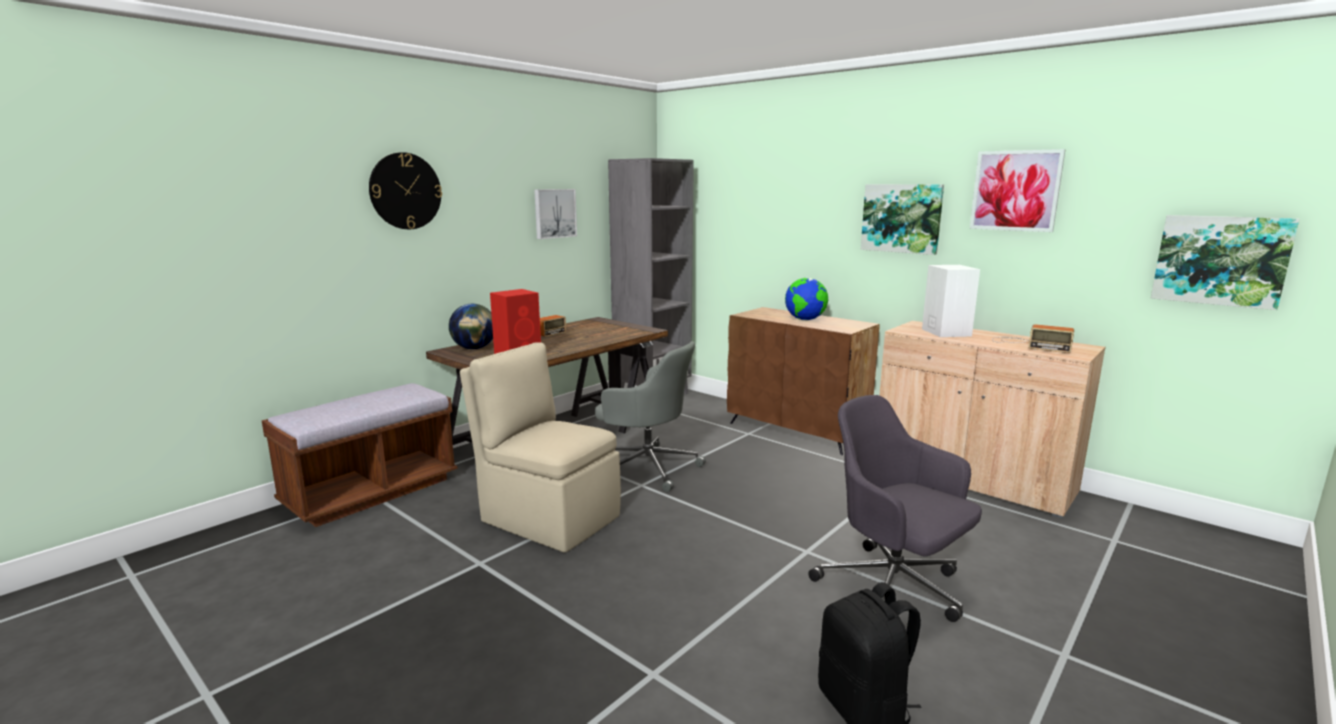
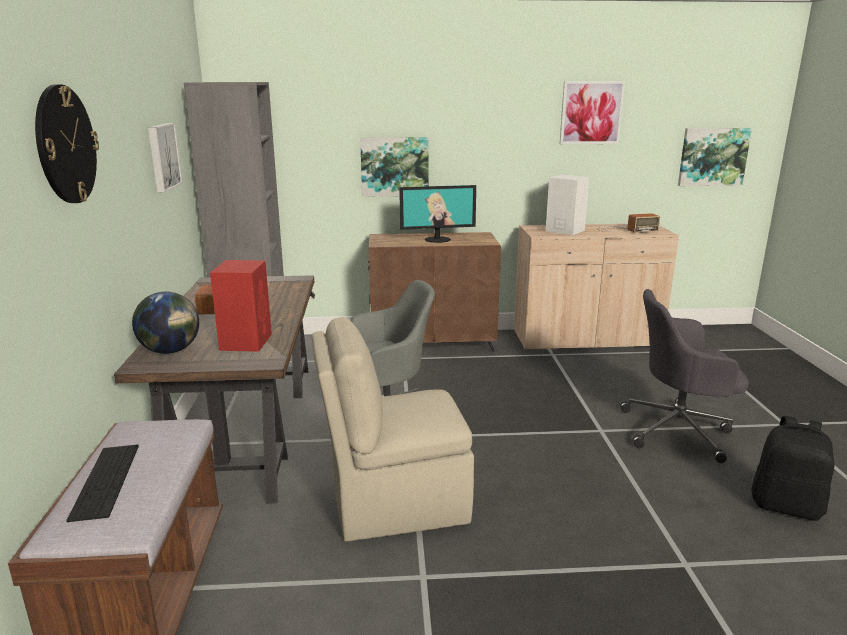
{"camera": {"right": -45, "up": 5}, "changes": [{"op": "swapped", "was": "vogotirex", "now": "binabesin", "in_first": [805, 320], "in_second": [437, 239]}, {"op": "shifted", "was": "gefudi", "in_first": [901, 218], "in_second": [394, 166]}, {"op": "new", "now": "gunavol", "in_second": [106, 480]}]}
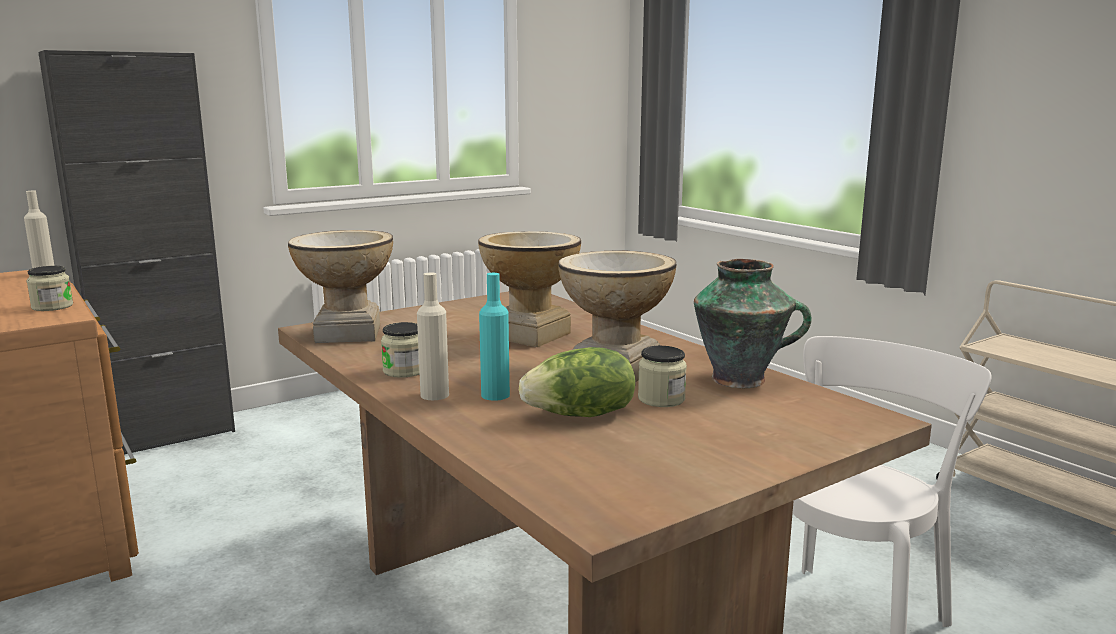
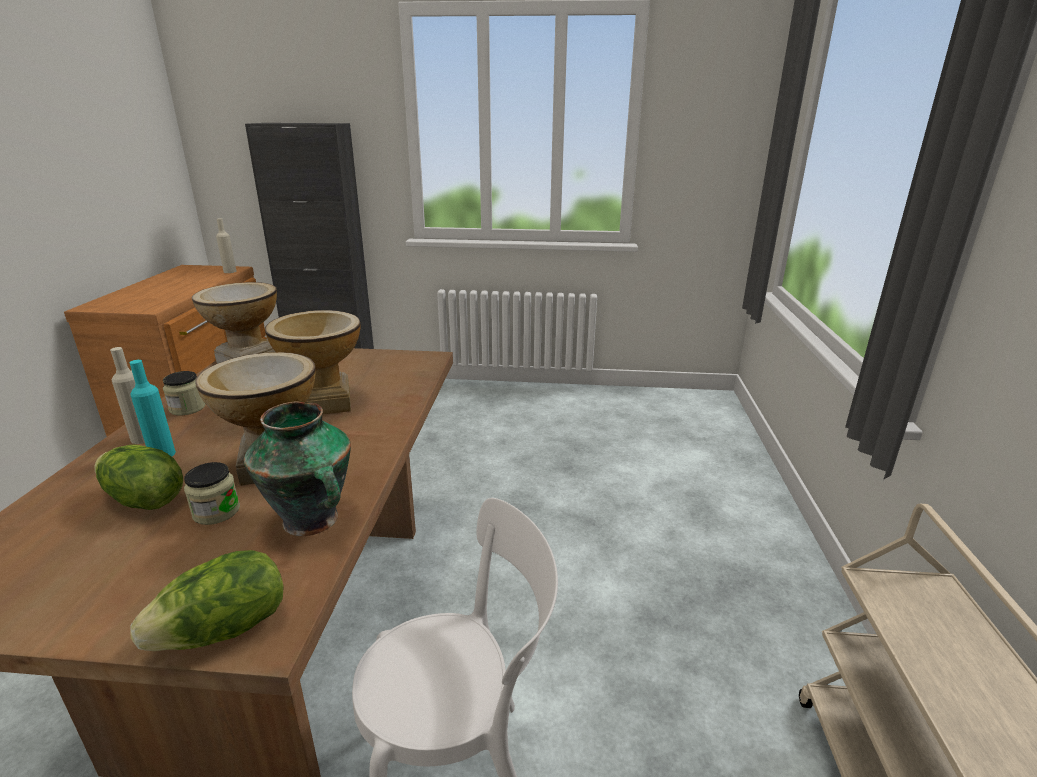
{"camera": {"right": 40, "up": 10}, "changes": [{"op": "gone", "was": "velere", "in_first": [52, 306]}, {"op": "new", "now": "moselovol", "in_second": [224, 631]}]}
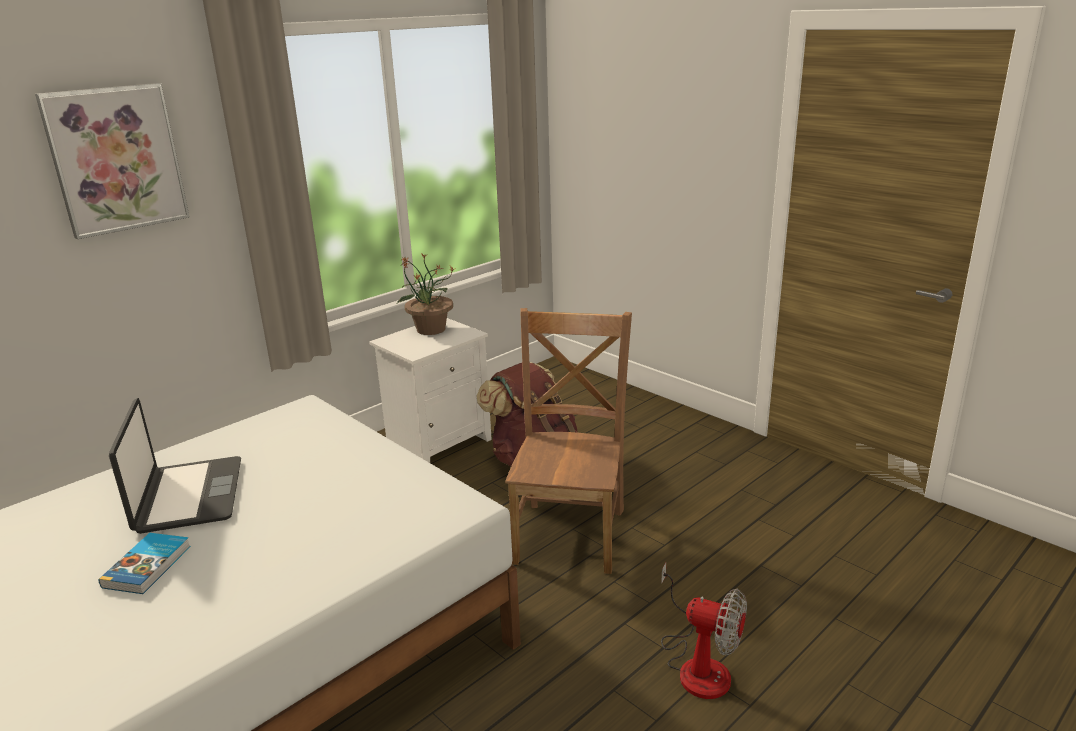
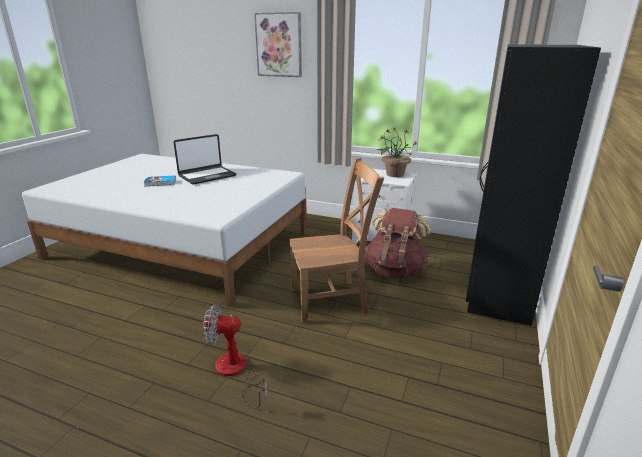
{"camera": {"right": 65, "up": 0}, "changes": [{"op": "rotated", "was": "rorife", "in_first": [698, 664], "in_second": [236, 372], "clockwise": 90}, {"op": "new", "now": "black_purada", "in_second": [497, 291]}]}
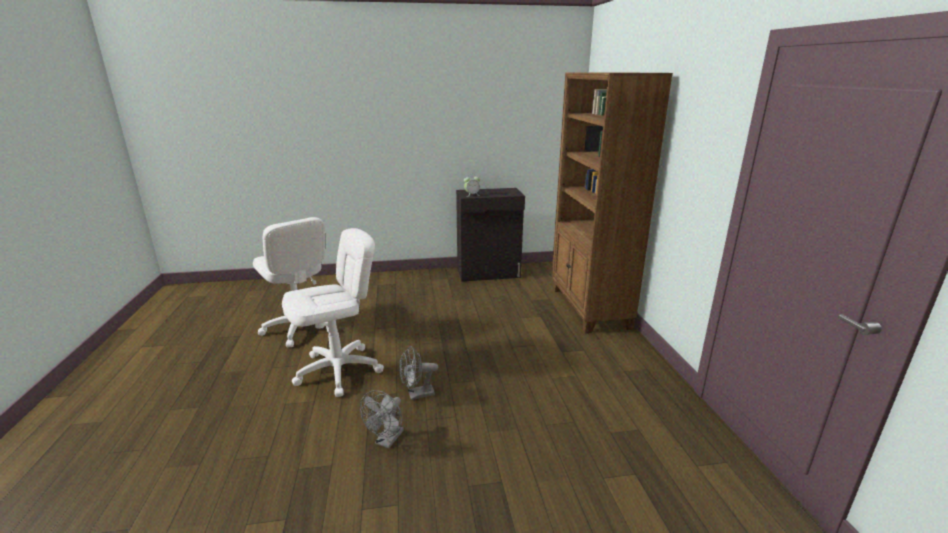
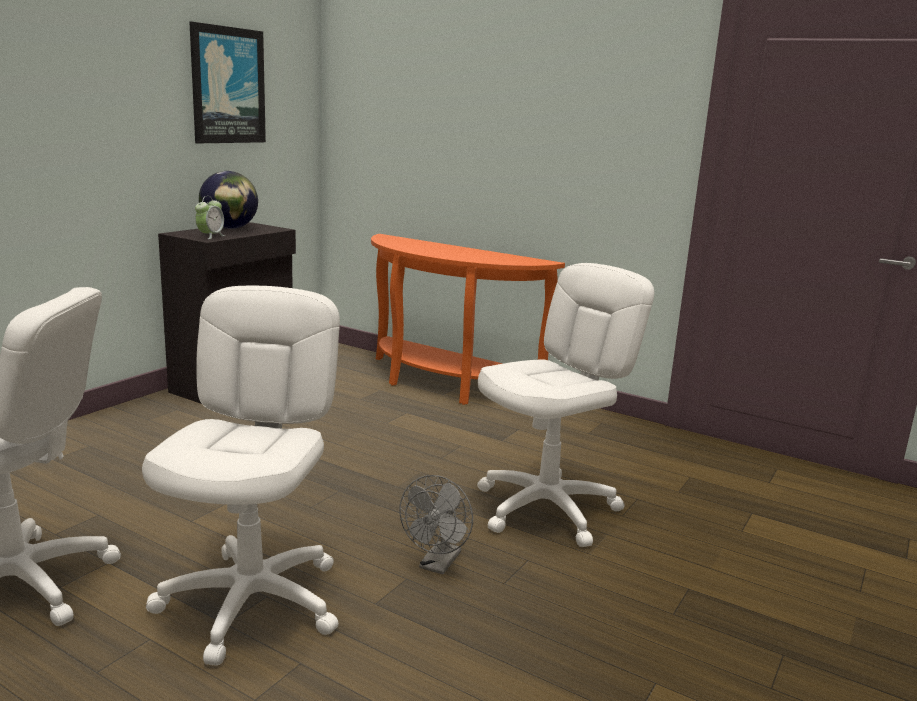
{"camera": {"right": -50, "up": -5}, "changes": [{"op": "gone", "was": "grey_rorife", "in_first": [387, 441]}, {"op": "swapped", "was": "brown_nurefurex", "now": "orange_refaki", "in_first": [589, 308], "in_second": [443, 385]}, {"op": "new", "now": "gefudi", "in_second": [227, 85]}, {"op": "new", "now": "vogotirex", "in_second": [229, 228]}, {"op": "new", "now": "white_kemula", "in_second": [547, 509]}]}
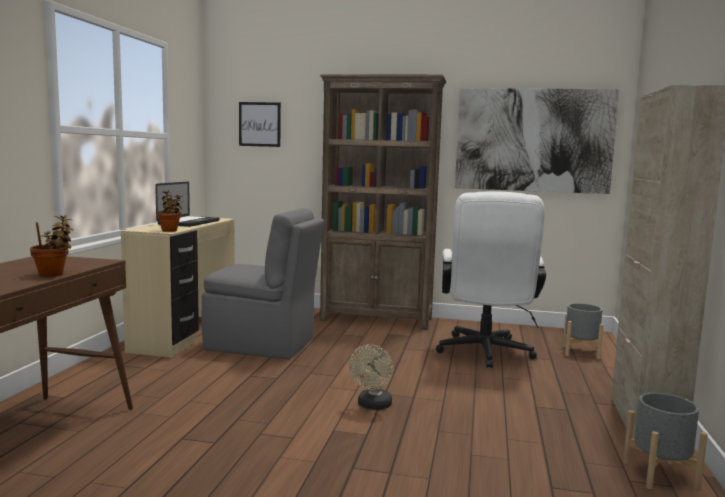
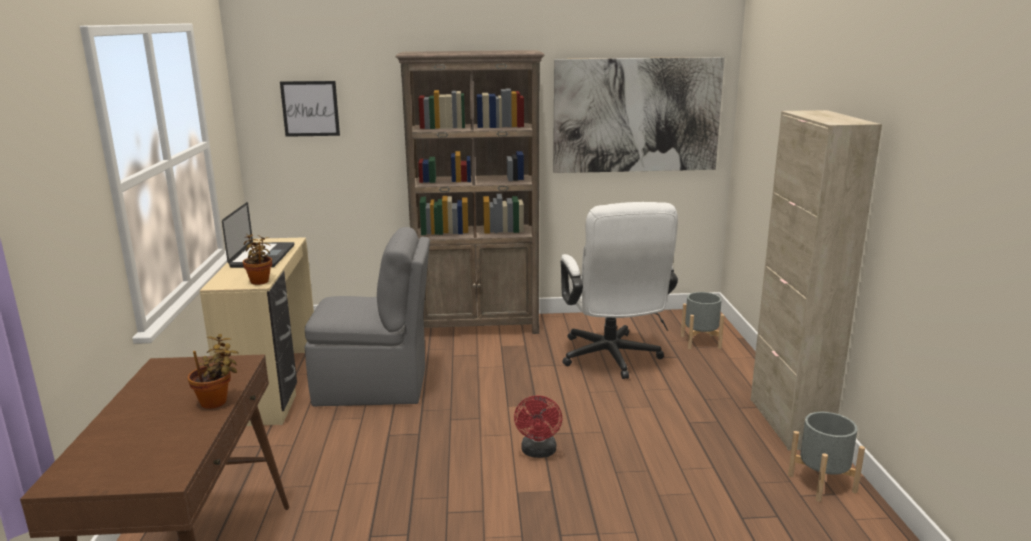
{"camera": {"right": -15, "up": 10}, "changes": [{"op": "repainted", "was": "beige_rorife", "now": "red_rorife", "in_first": [373, 406], "in_second": [538, 452]}]}
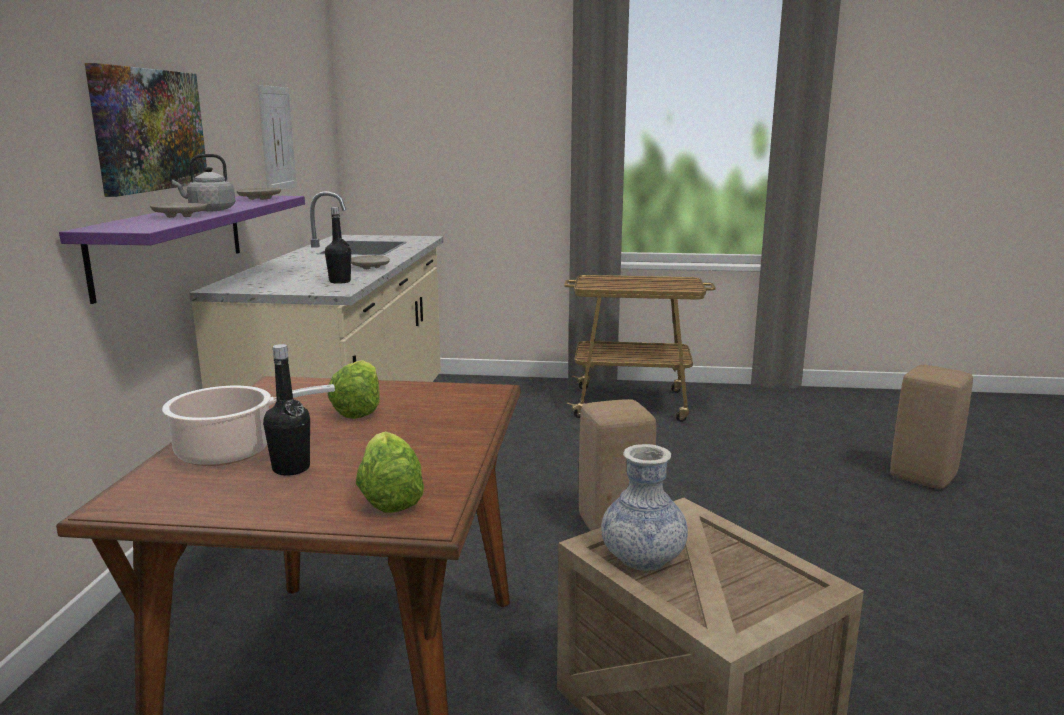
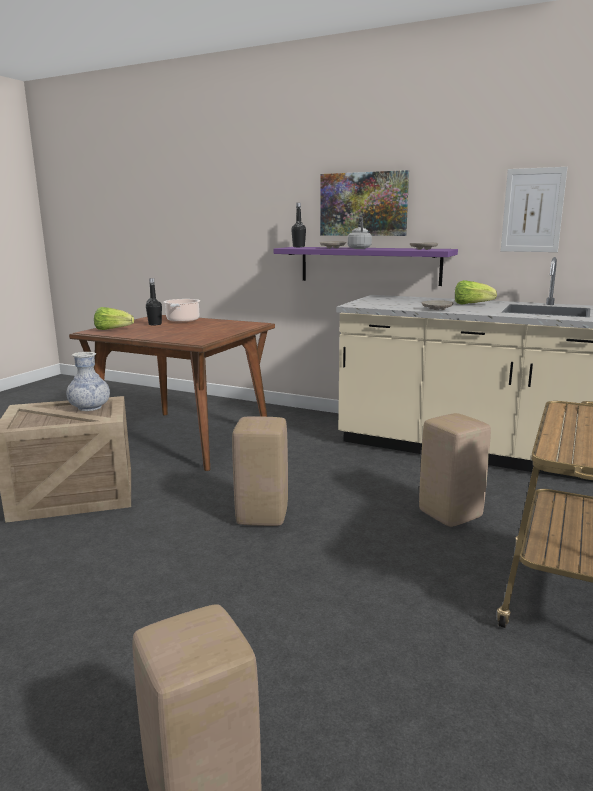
{"camera": {"right": 110, "up": 0}, "changes": [{"op": "shifted", "was": "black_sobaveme", "in_first": [340, 281], "in_second": [298, 247]}, {"op": "shifted", "was": "moselovol", "in_first": [358, 409], "in_second": [471, 304]}, {"op": "new", "now": "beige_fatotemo", "in_second": [451, 515]}]}
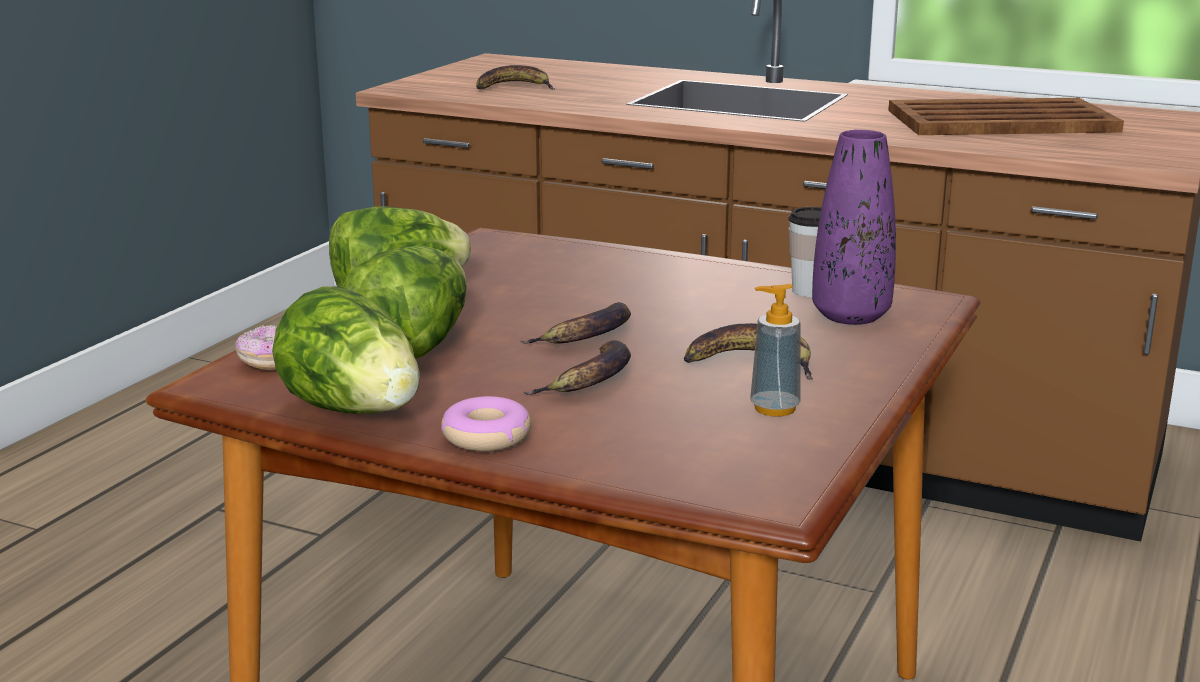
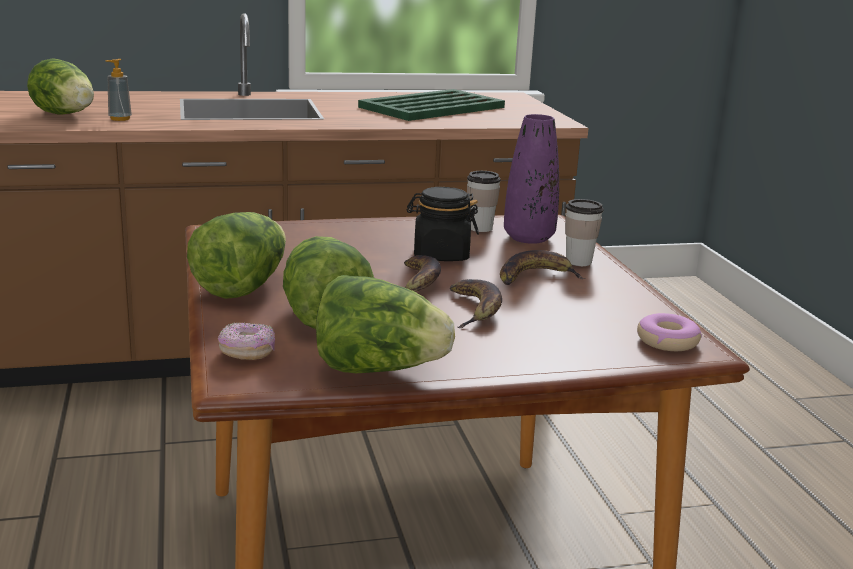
{"camera": {"right": -40, "up": 0}, "changes": [{"op": "shifted", "was": "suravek", "in_first": [487, 437], "in_second": [667, 341]}, {"op": "swapped", "was": "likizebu", "now": "moselovol", "in_first": [514, 87], "in_second": [66, 115]}, {"op": "shifted", "was": "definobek", "in_first": [774, 408], "in_second": [120, 119]}, {"op": "repainted", "was": "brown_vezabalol", "now": "green_vezabalol", "in_first": [1003, 121], "in_second": [433, 107]}, {"op": "new", "now": "black_velere", "in_second": [441, 255]}, {"op": "new", "now": "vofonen", "in_second": [578, 262]}]}
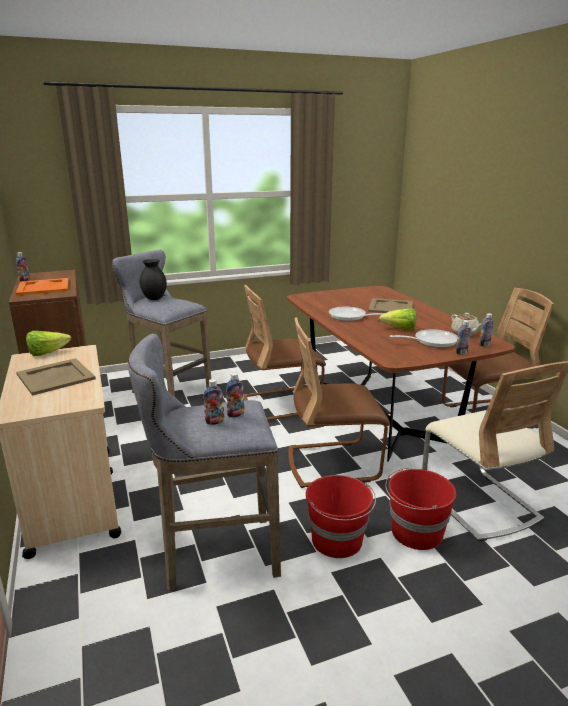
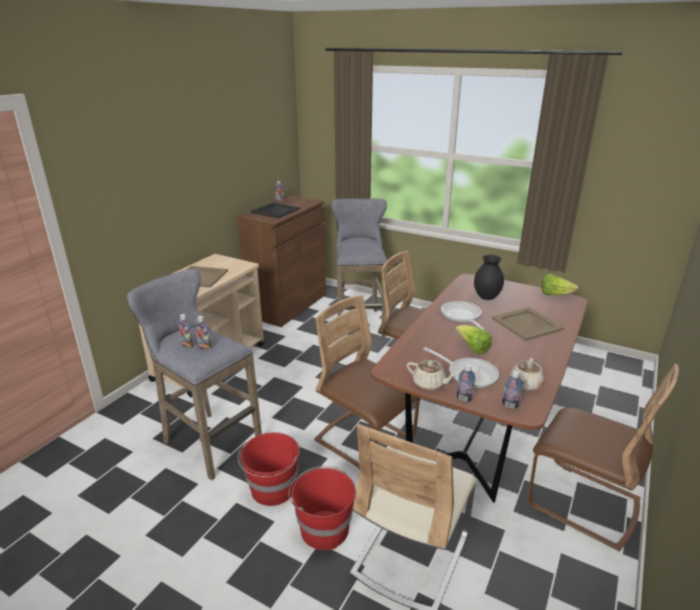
{"camera": {"right": 50, "up": 5}, "changes": [{"op": "repainted", "was": "orange_vezabalol", "now": "black_vezabalol", "in_first": [44, 287], "in_second": [275, 210]}, {"op": "shifted", "was": "moselovol", "in_first": [47, 353], "in_second": [554, 294]}, {"op": "shifted", "was": "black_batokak", "in_first": [154, 299], "in_second": [486, 297]}, {"op": "new", "now": "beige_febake", "in_second": [429, 383]}]}
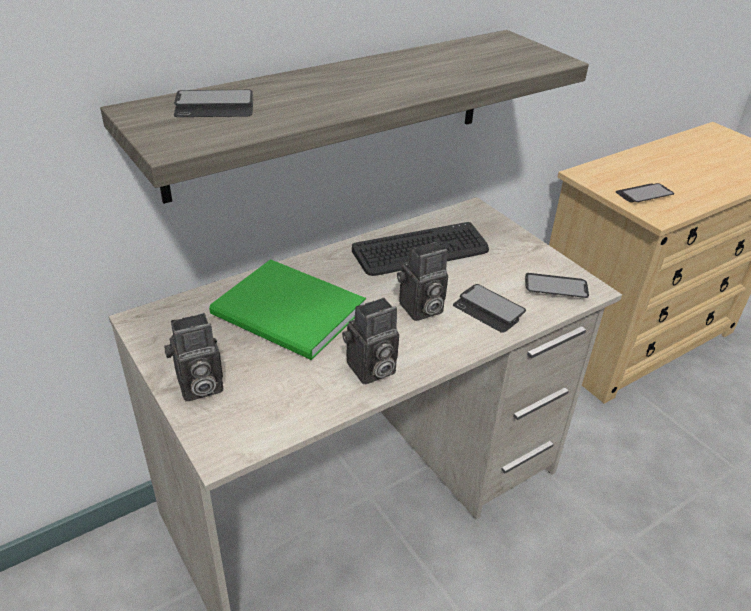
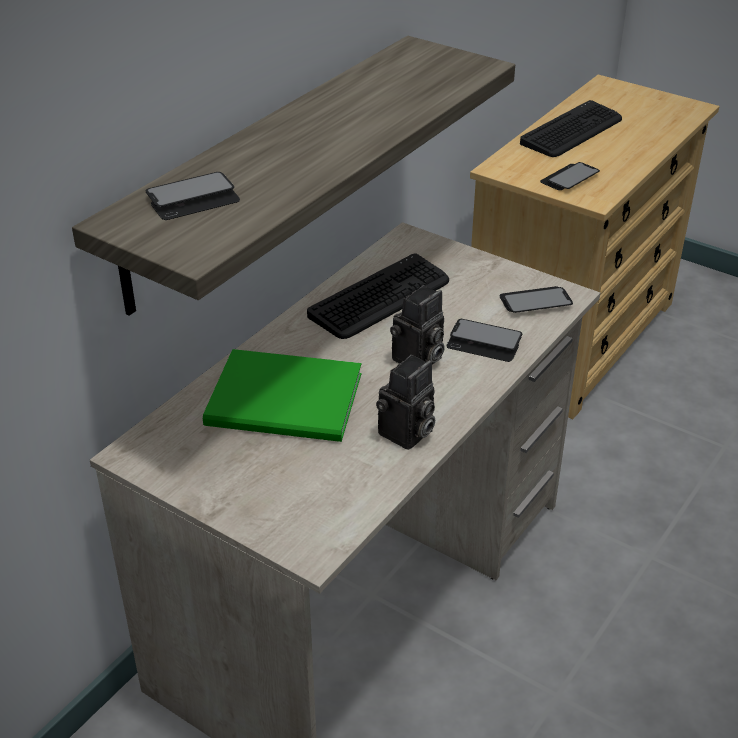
{"camera": {"right": -20, "up": 0}, "changes": [{"op": "gone", "was": "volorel", "in_first": [198, 387]}, {"op": "new", "now": "gunavol", "in_second": [572, 131]}]}
